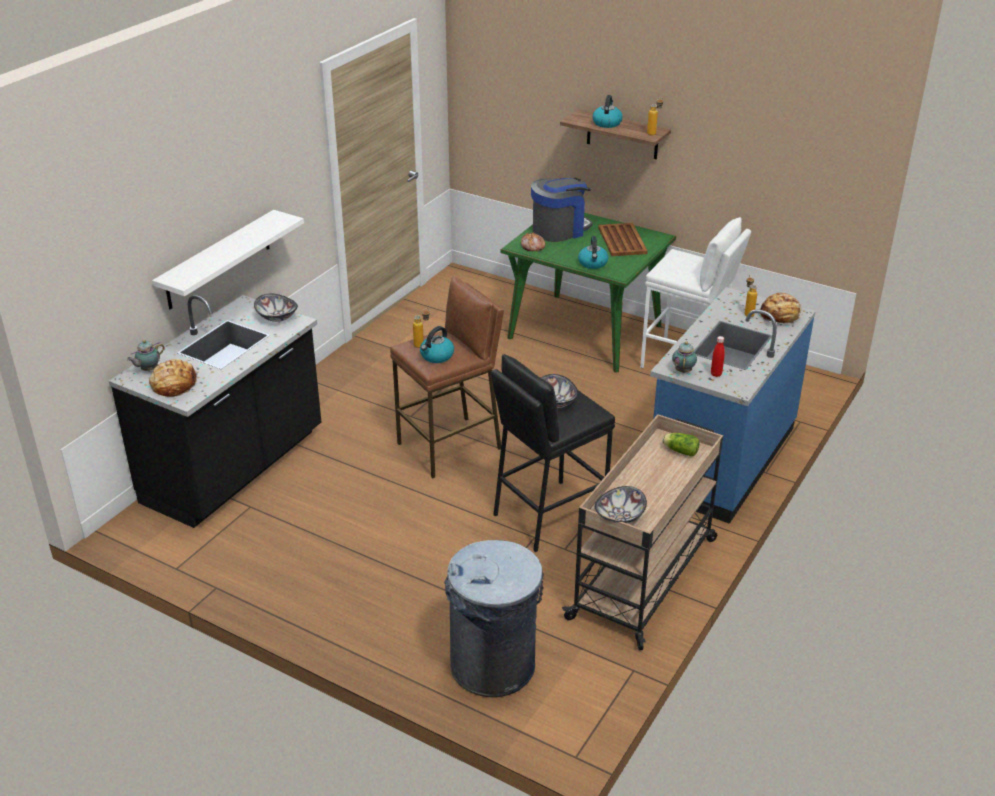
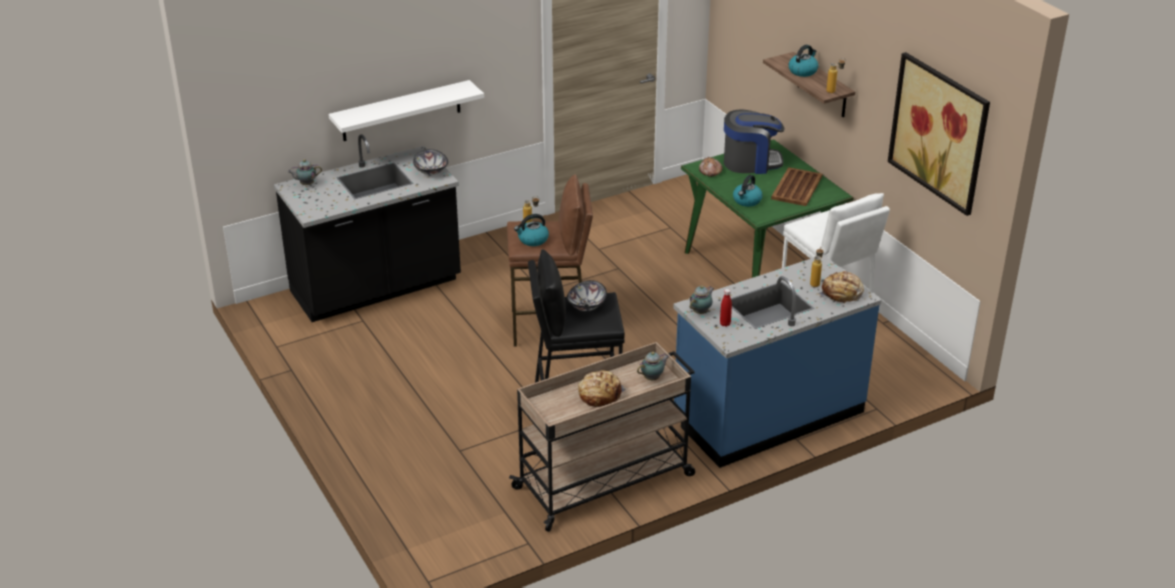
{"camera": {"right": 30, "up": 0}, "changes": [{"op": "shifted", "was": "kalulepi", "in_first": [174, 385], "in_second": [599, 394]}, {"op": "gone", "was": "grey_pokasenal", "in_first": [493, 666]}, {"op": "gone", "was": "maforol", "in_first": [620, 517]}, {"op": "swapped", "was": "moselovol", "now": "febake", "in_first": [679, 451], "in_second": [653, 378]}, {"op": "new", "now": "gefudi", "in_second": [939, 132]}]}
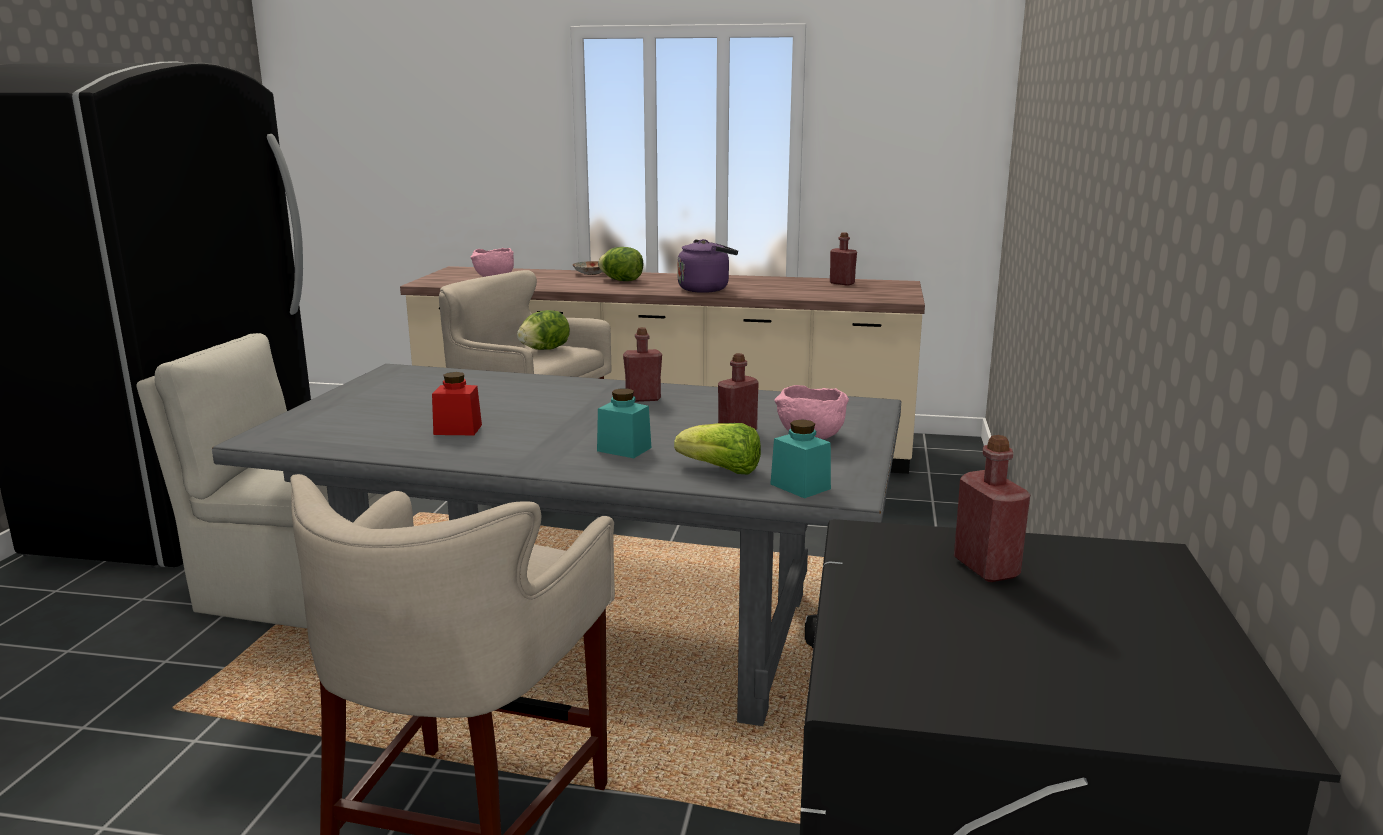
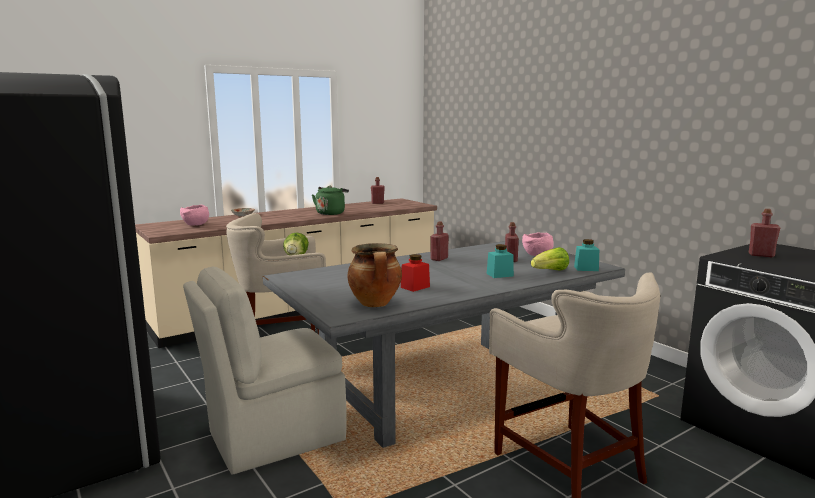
{"camera": {"right": -45, "up": -5}, "changes": [{"op": "gone", "was": "moselovol", "in_first": [621, 280]}, {"op": "repainted", "was": "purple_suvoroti", "now": "green_suvoroti", "in_first": [706, 289], "in_second": [331, 213]}, {"op": "new", "now": "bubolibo", "in_second": [375, 304]}]}
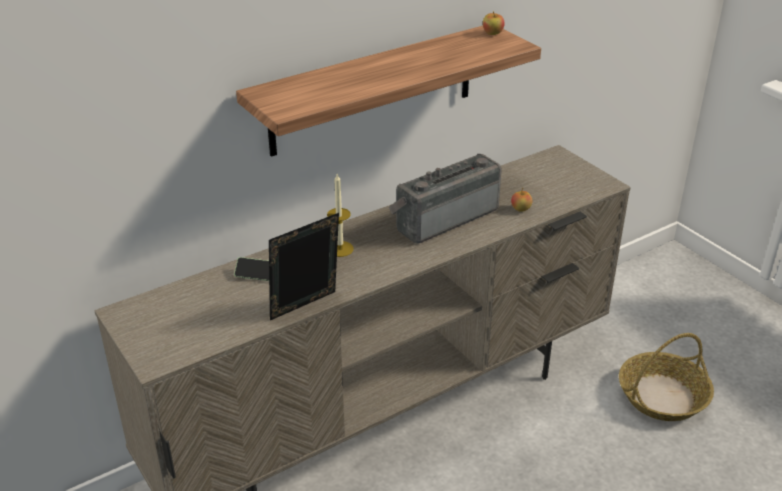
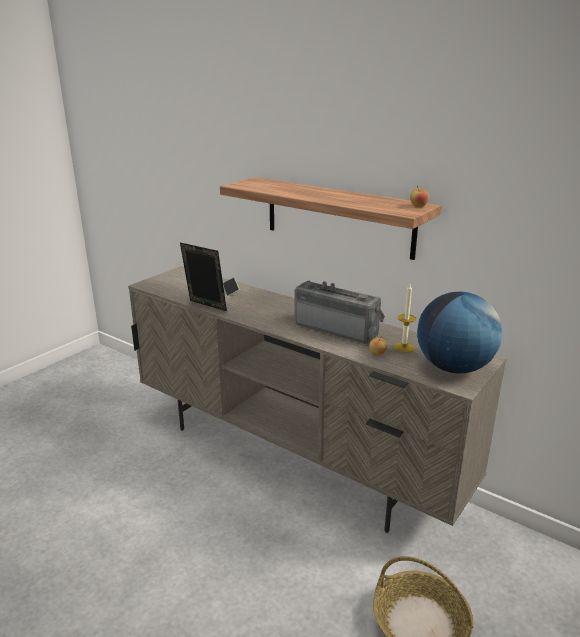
{"camera": {"right": 70, "up": -10}, "changes": [{"op": "shifted", "was": "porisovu", "in_first": [340, 249], "in_second": [404, 347]}, {"op": "new", "now": "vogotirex", "in_second": [454, 368]}]}
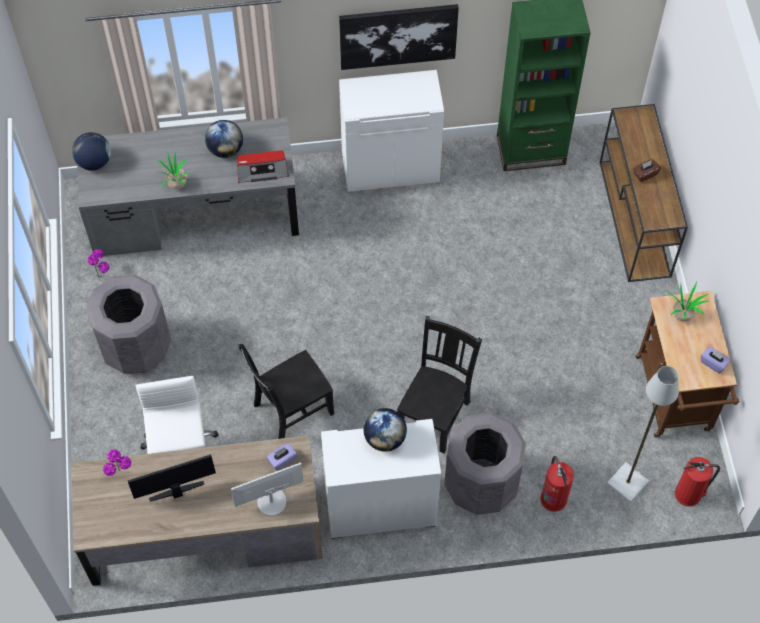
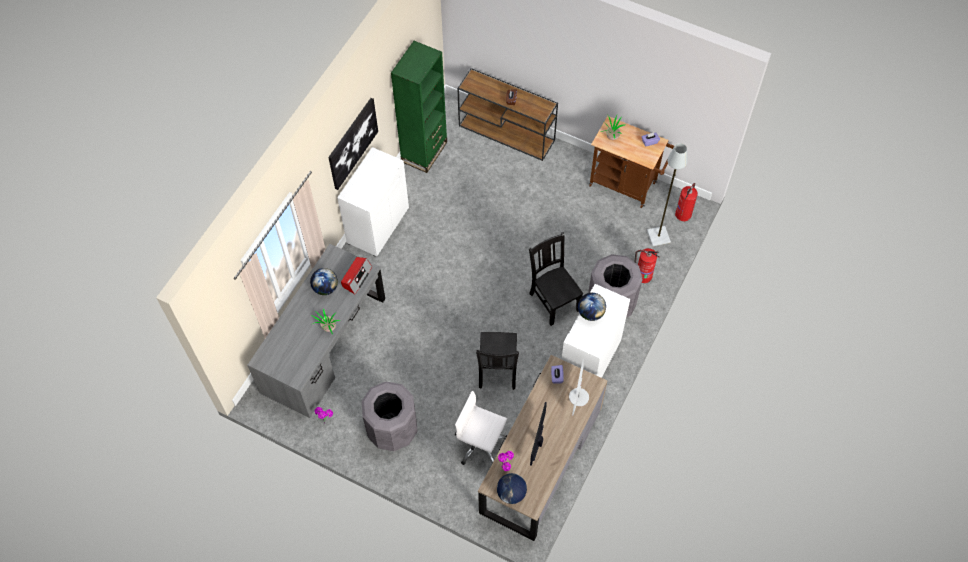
{"camera": {"right": -55, "up": 0}, "changes": [{"op": "shifted", "was": "vogotirex", "in_first": [94, 162], "in_second": [511, 493]}]}
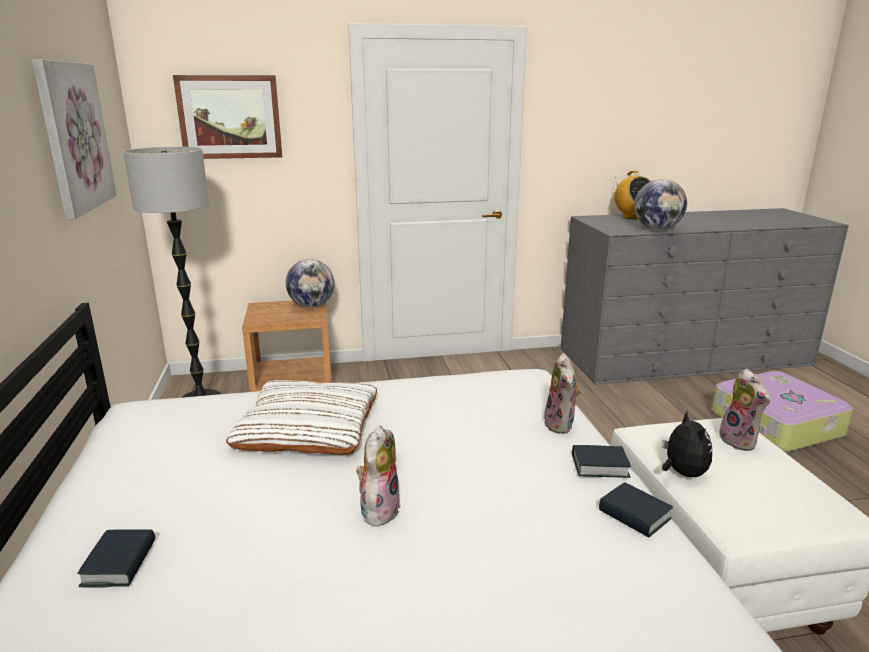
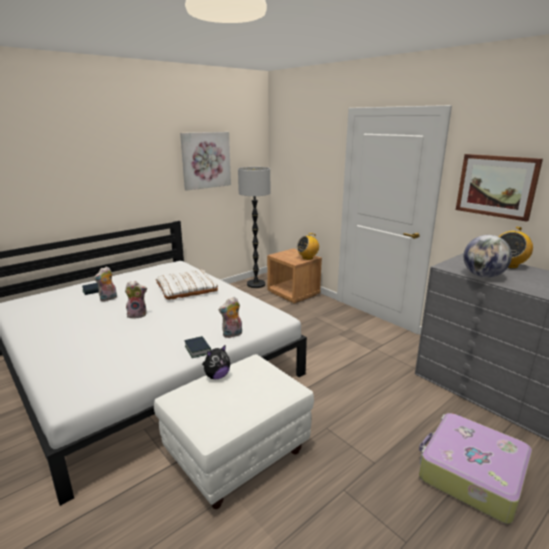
{"camera": {"right": 60, "up": 0}, "changes": [{"op": "shifted", "was": "gefudi", "in_first": [230, 117], "in_second": [496, 186]}, {"op": "swapped", "was": "vogotirex", "now": "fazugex", "in_first": [312, 306], "in_second": [307, 258]}, {"op": "gone", "was": "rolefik", "in_first": [634, 515]}, {"op": "shifted", "was": "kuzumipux", "in_first": [740, 441], "in_second": [108, 299]}]}
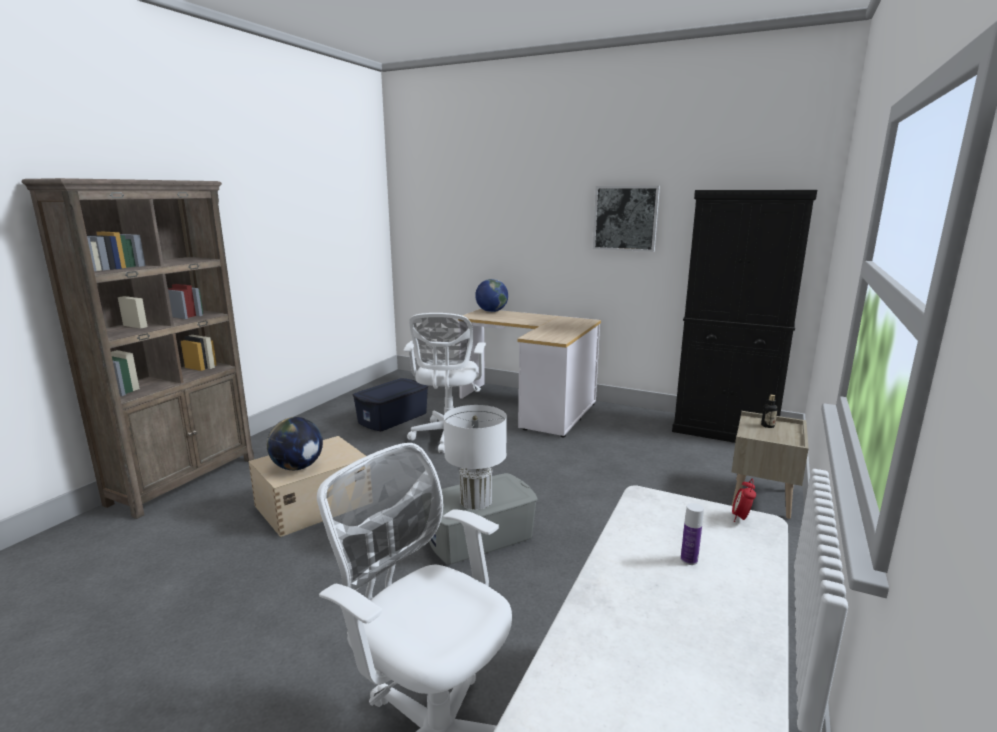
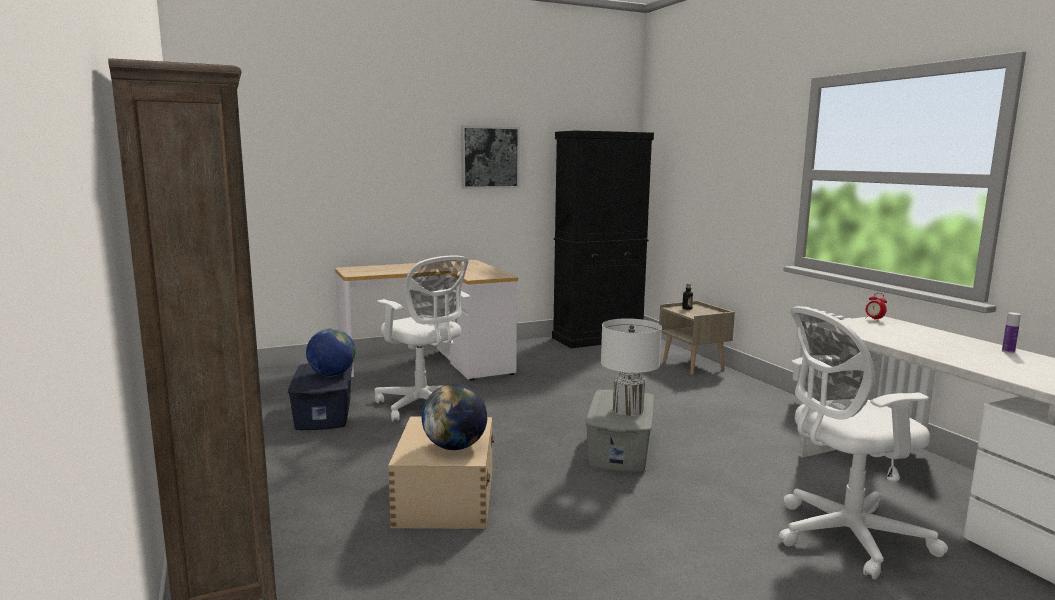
{"camera": {"right": -50, "up": -5}, "changes": [{"op": "shifted", "was": "vogotirex", "in_first": [491, 311], "in_second": [332, 375]}, {"op": "shifted", "was": "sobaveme", "in_first": [689, 560], "in_second": [1008, 351]}]}
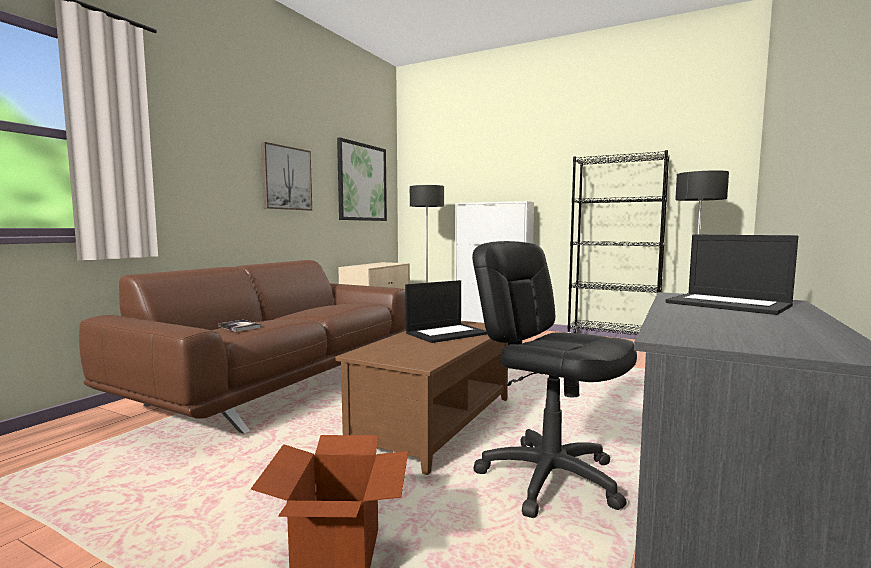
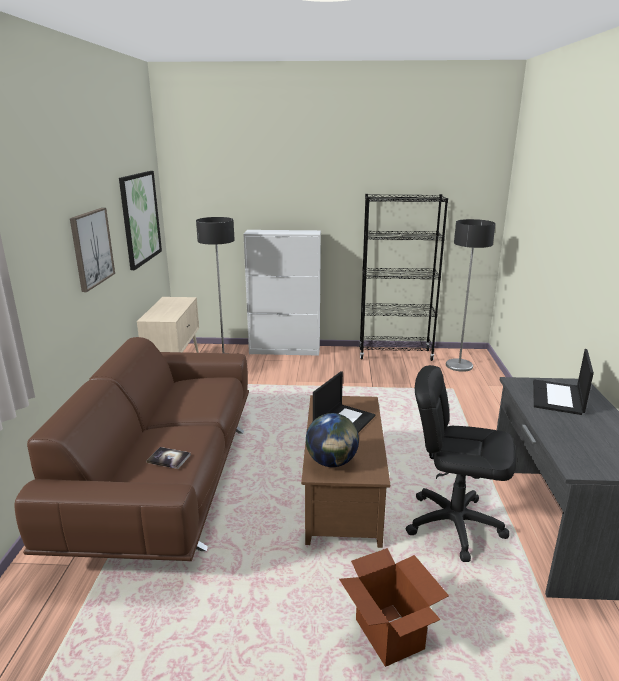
{"camera": {"right": -25, "up": 15}, "changes": [{"op": "rotated", "was": "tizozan", "in_first": [729, 304], "in_second": [558, 398], "clockwise": 90}, {"op": "new", "now": "vogotirex", "in_second": [332, 462]}]}
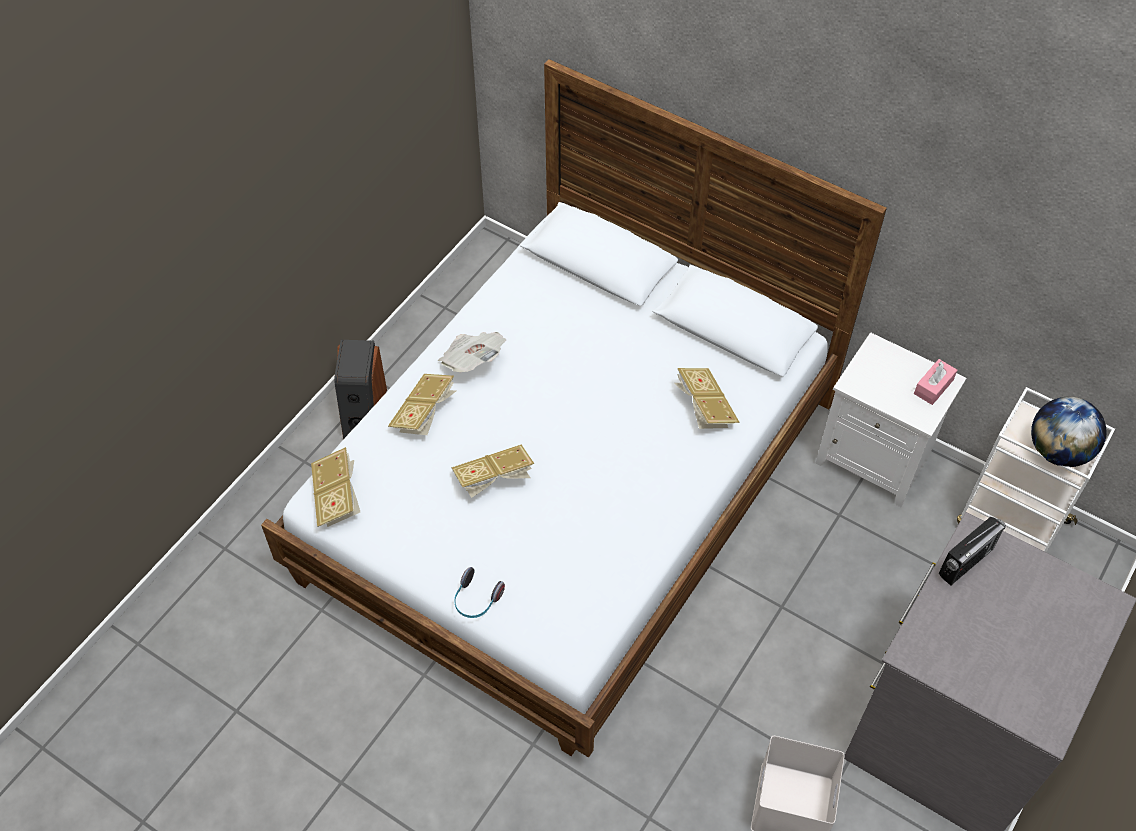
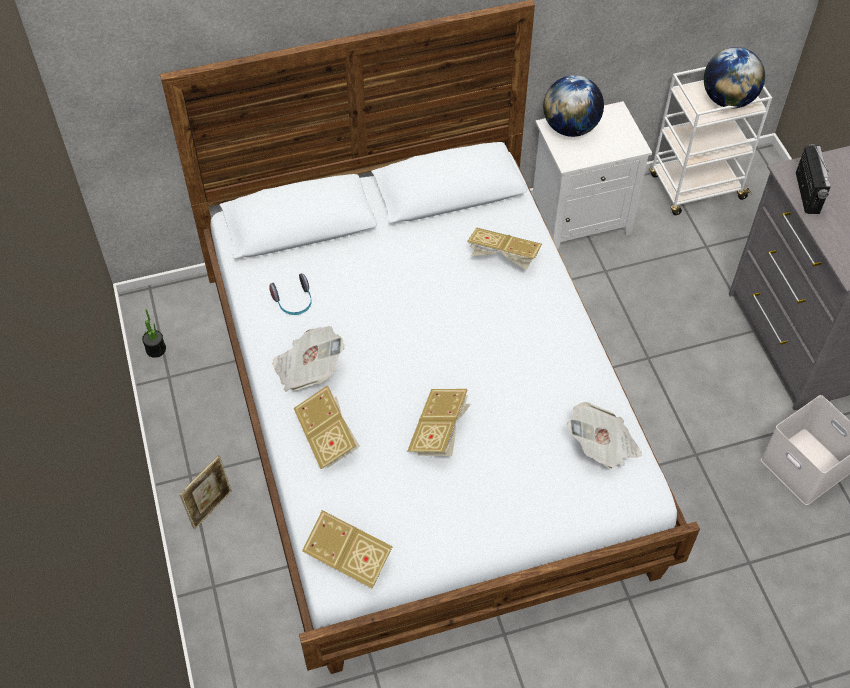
{"camera": {"right": -50, "up": 0}, "changes": [{"op": "swapped", "was": "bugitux", "now": "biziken", "in_first": [363, 413], "in_second": [211, 507]}, {"op": "shifted", "was": "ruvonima", "in_first": [476, 600], "in_second": [294, 302]}, {"op": "gone", "was": "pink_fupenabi", "in_first": [933, 387]}, {"op": "new", "now": "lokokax", "in_second": [156, 349]}, {"op": "new", "now": "vogotirex", "in_second": [570, 127]}, {"op": "new", "now": "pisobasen", "in_second": [602, 446]}]}
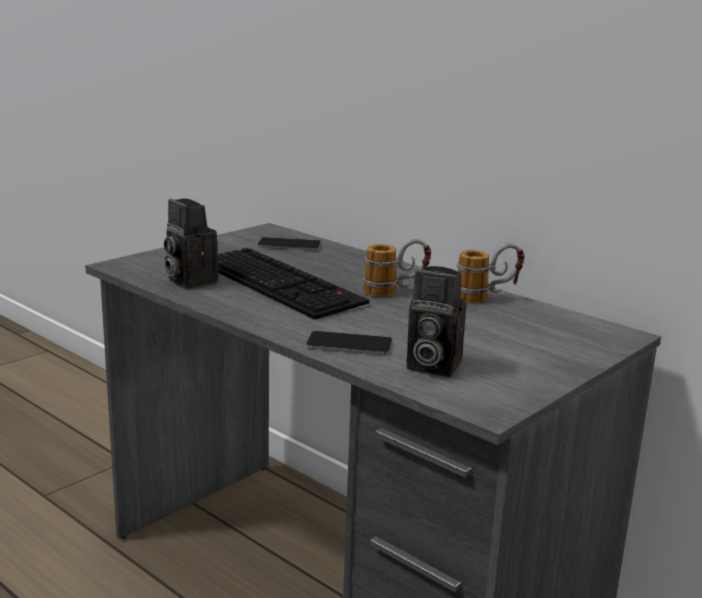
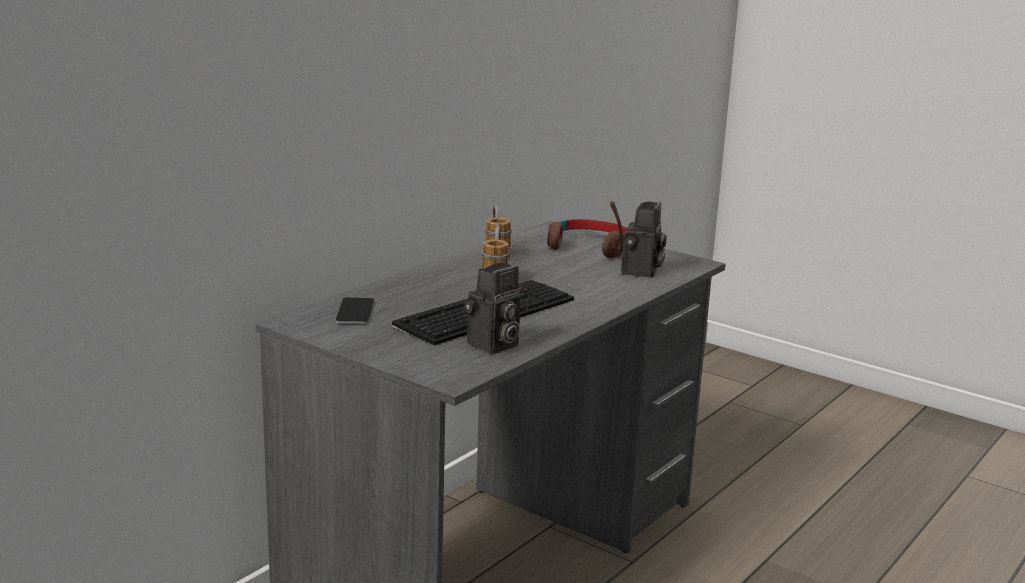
{"camera": {"right": -95, "up": 0}, "changes": [{"op": "gone", "was": "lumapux", "in_first": [349, 344]}, {"op": "new", "now": "brown_ruvonima", "in_second": [589, 247]}]}
